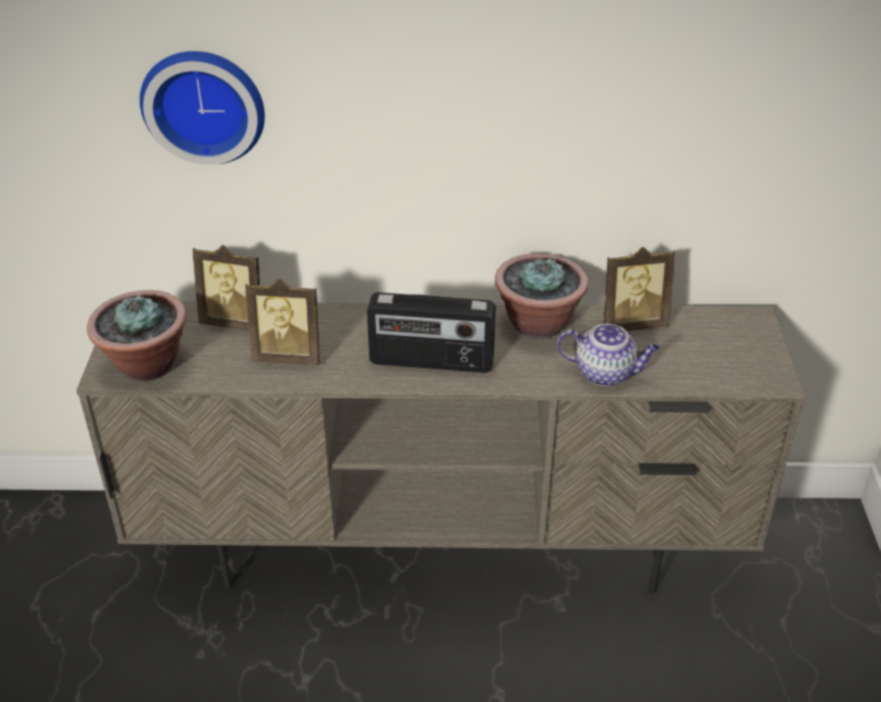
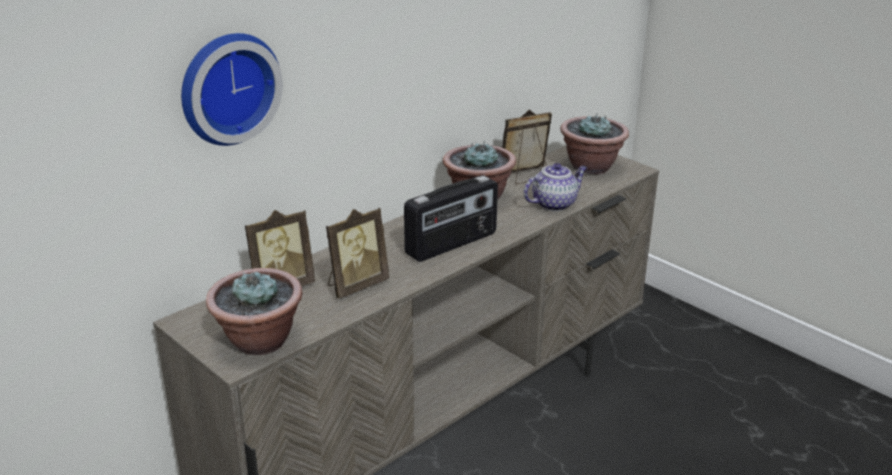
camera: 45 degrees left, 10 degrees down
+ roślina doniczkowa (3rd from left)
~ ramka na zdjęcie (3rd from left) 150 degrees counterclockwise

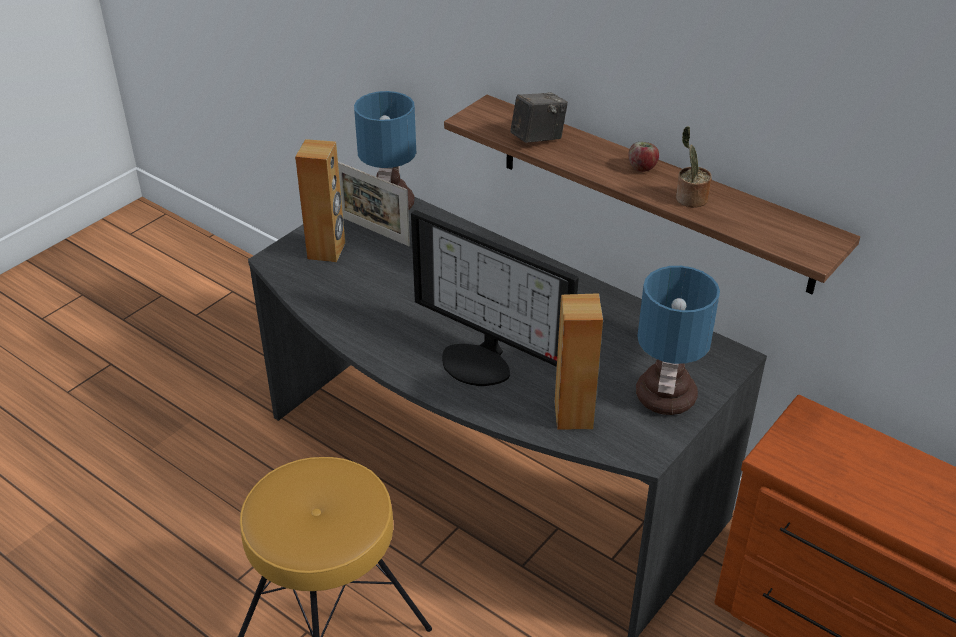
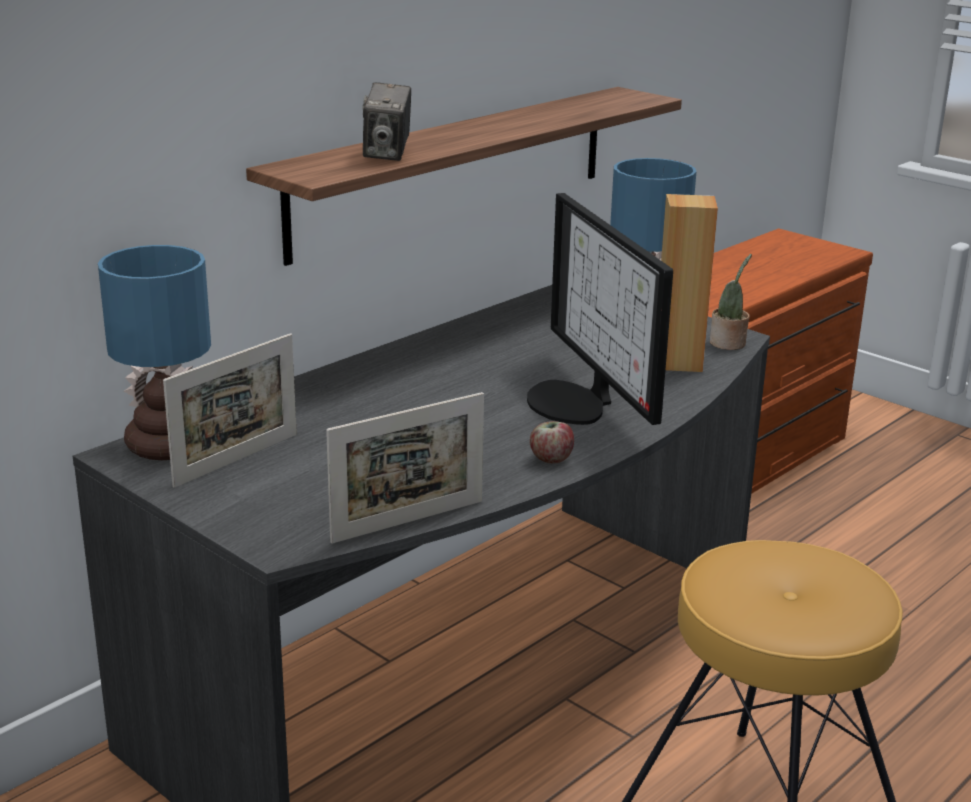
camera: 85 degrees left, 15 degrees down
- głośnik/brązowy (1st from left)
+ ramka na zdjęcie (2nd from left)
~ jabłko
~ roślina doniczkowa
~ monitor 120 degrees clockwise
~ aparat fotograficzny 150 degrees counterclockwise

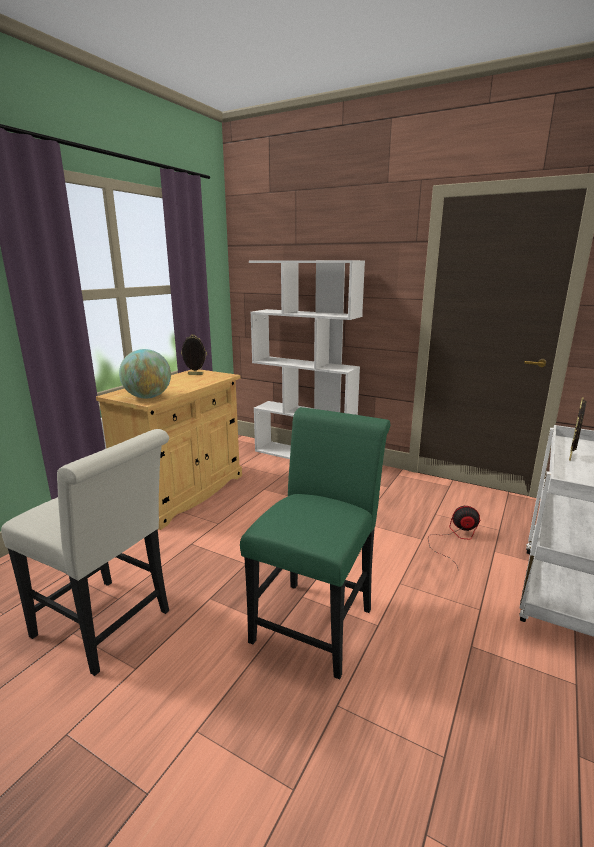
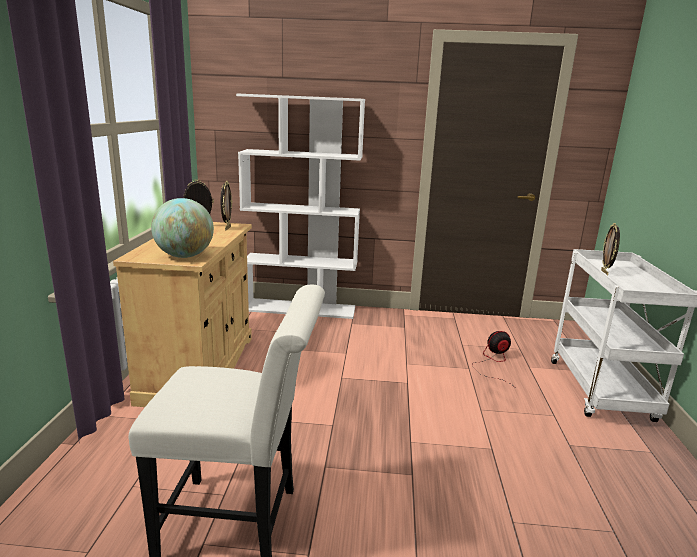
camera: 25 degrees left, 0 degrees up
- krzesło/zielony
+ ramka na zdjęcie (2nd from left)

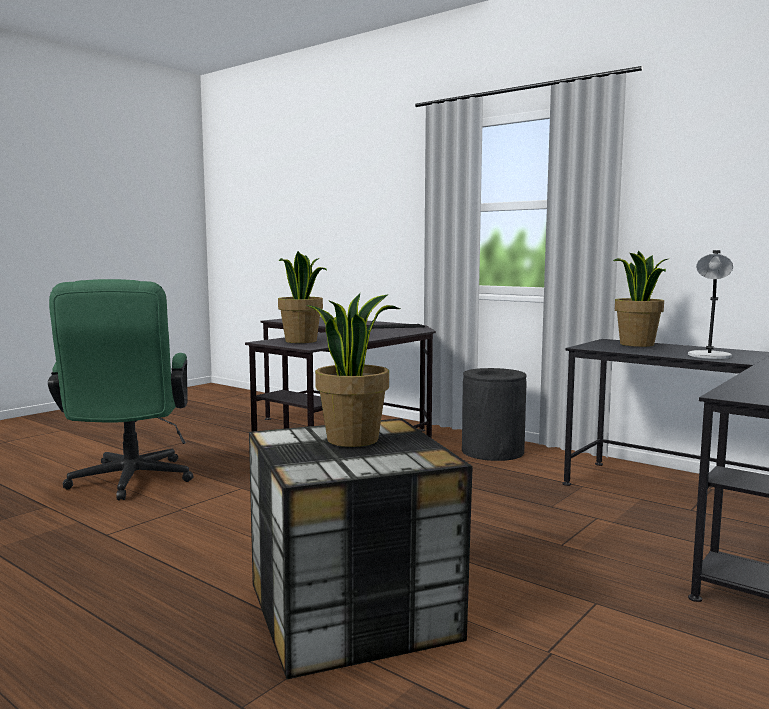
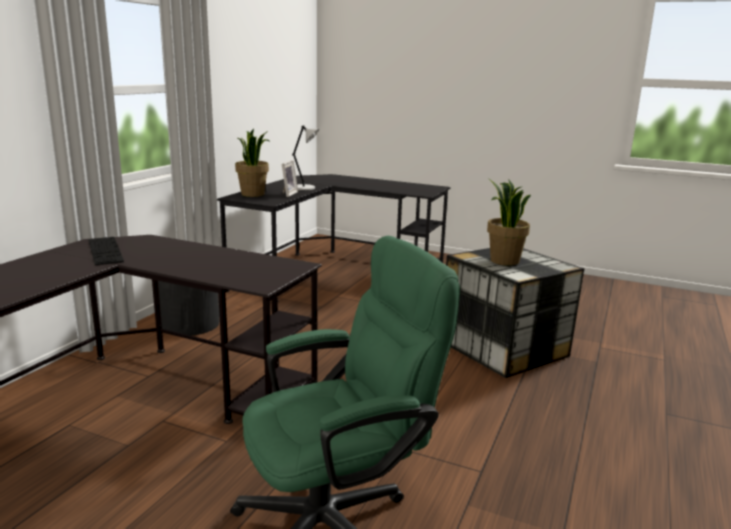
camera: 105 degrees left, 10 degrees up
- roślina doniczkowa (1st from left)
+ ramka na zdjęcie

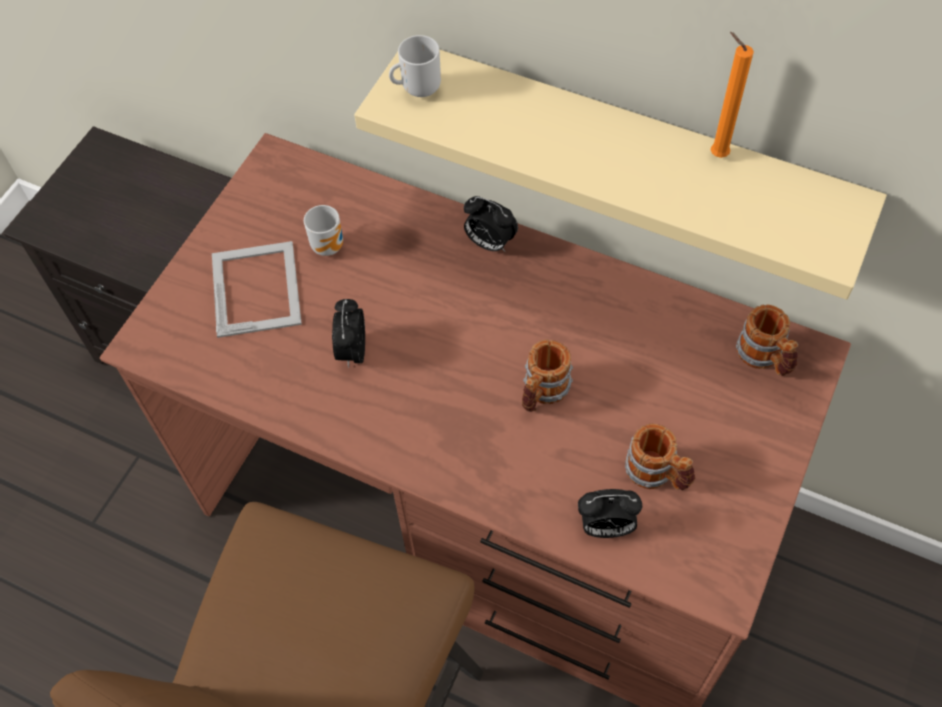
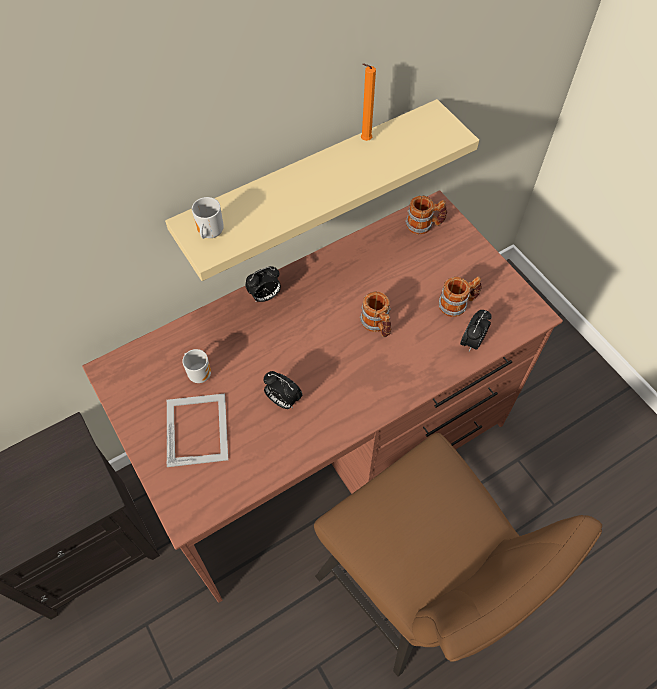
camera: 60 degrees left, 0 degrees up
~ ramka na zdjęcie 60 degrees clockwise

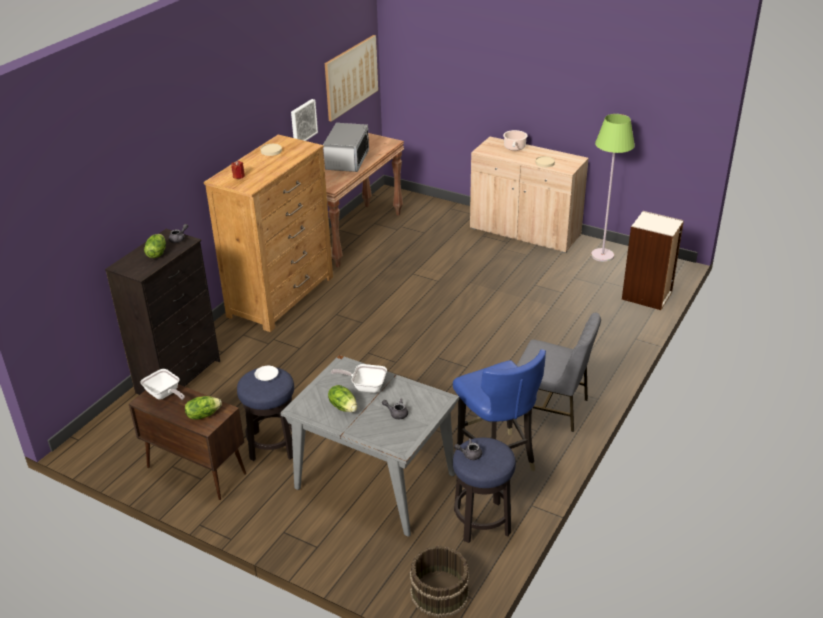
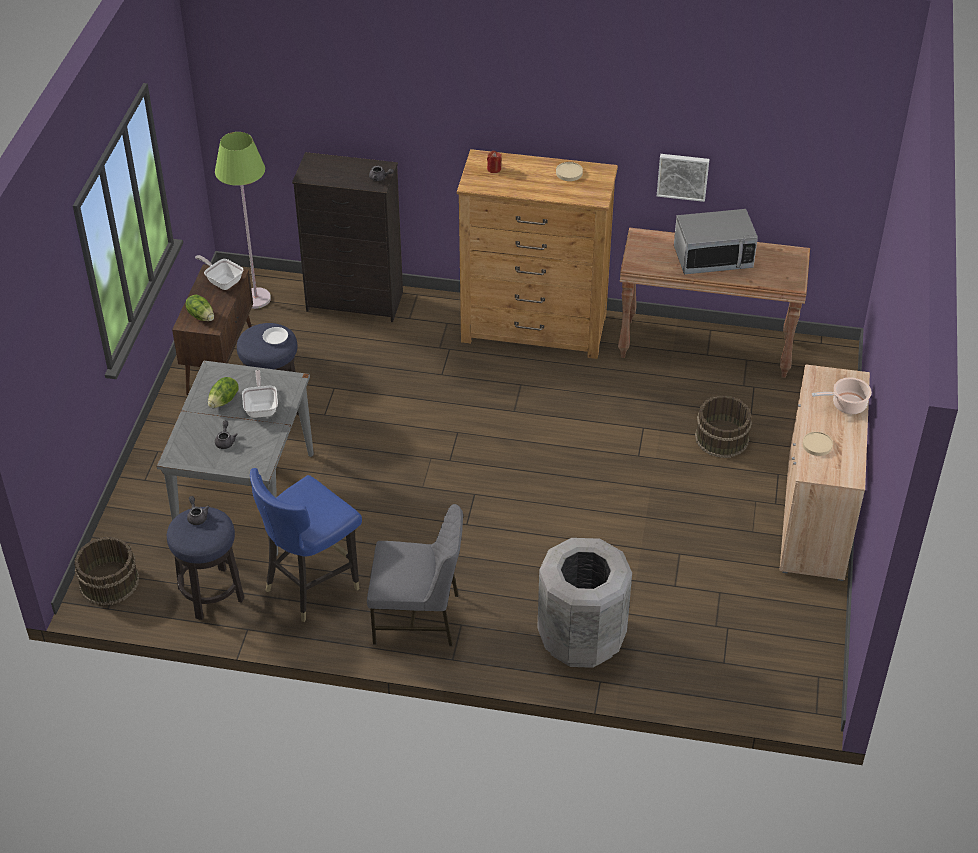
camera: 70 degrees right, 10 degrees up
- sałata (1st from left)
- obraz (2nd from left)
- regał
+ kosz na śmieci/szary
+ wiadro/brązowy (2nd from left)
~ lampa stojąca/zielony
~ patelnia (1st from left) 105 degrees clockwise
~ krzesło/szary 90 degrees counterclockwise

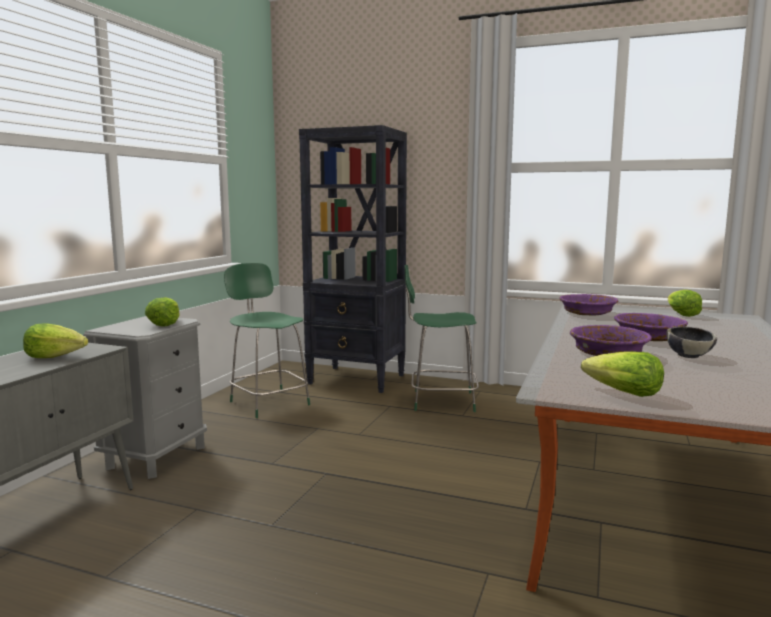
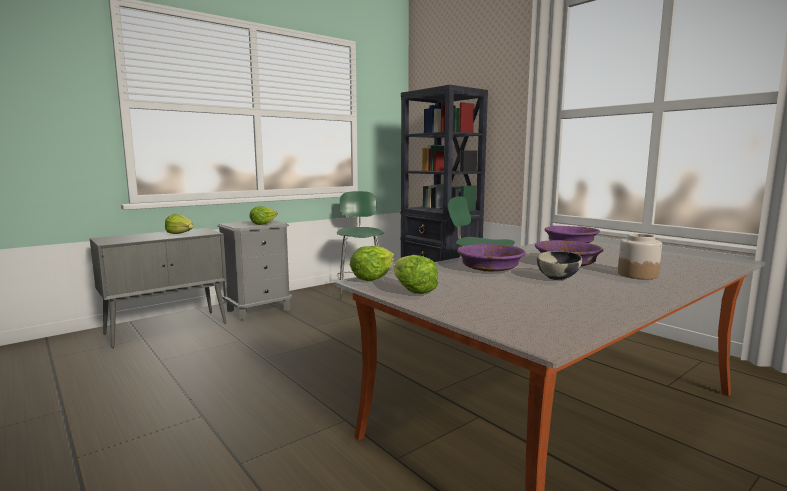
camera: 30 degrees right, 0 degrees up
+ słoik
~ sałata (4th from left in the first image) to sałata (3rd from left)

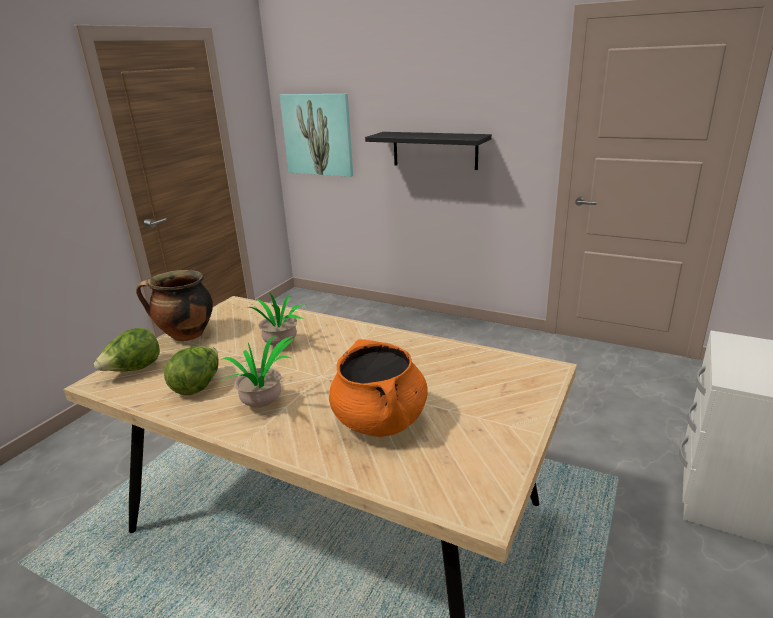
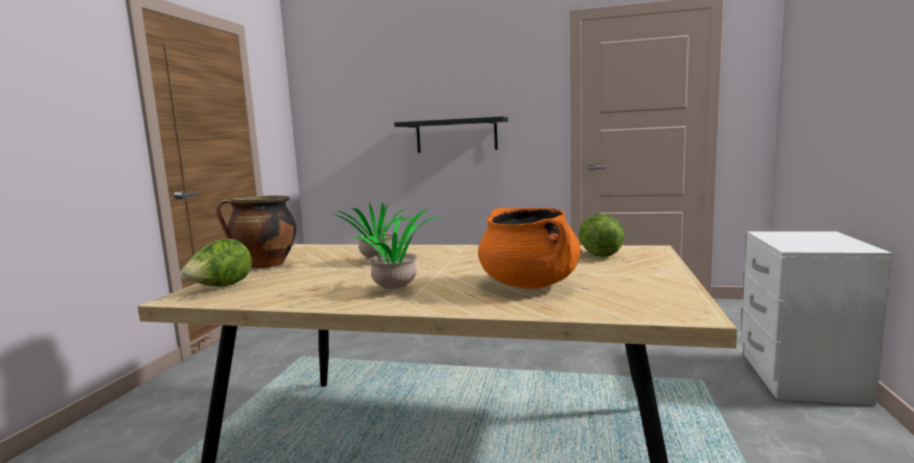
camera: 15 degrees left, 15 degrees down
- obraz
~ sałata (2nd from left)

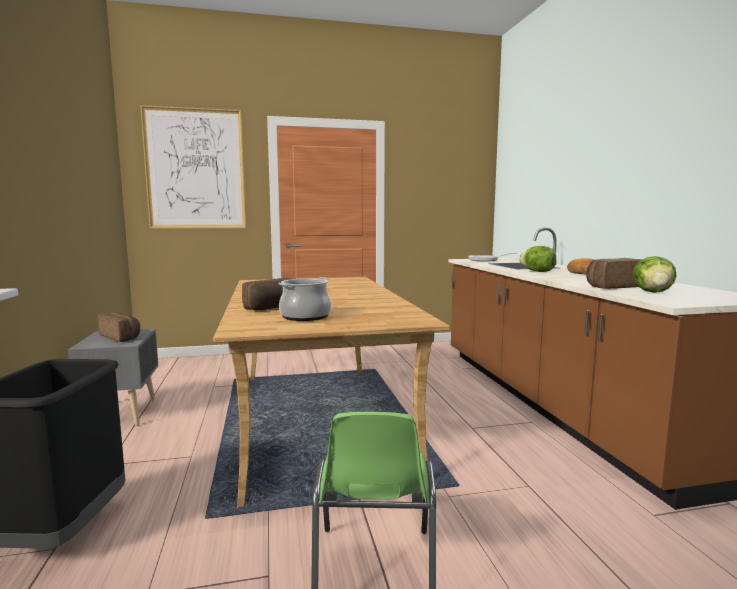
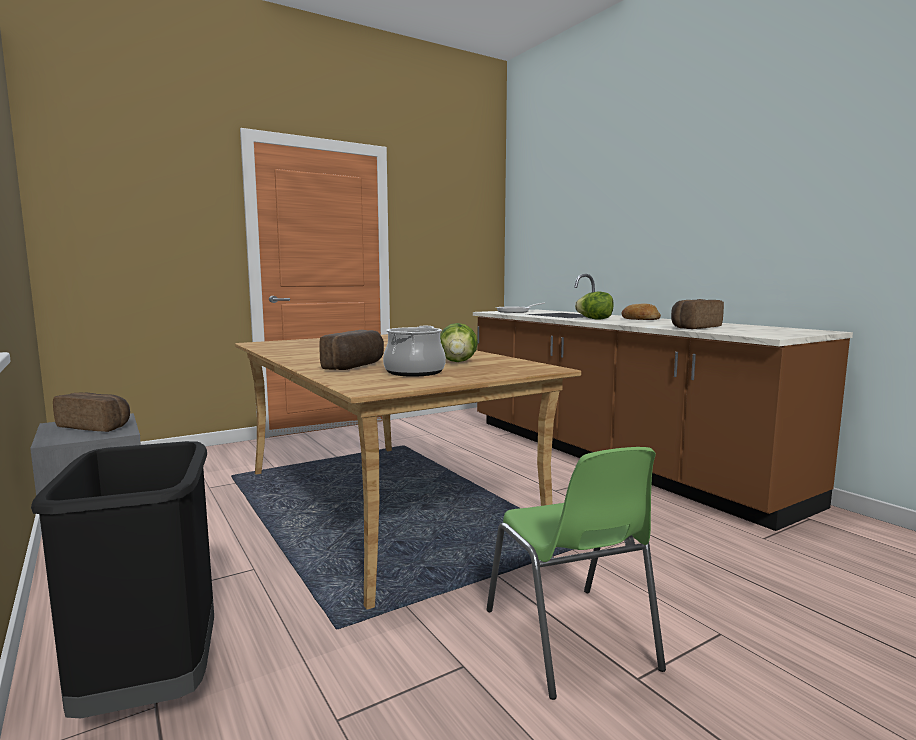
camera: 20 degrees left, 0 degrees up
- obraz
~ sałata (2nd from left in the first image) to sałata (1st from left)

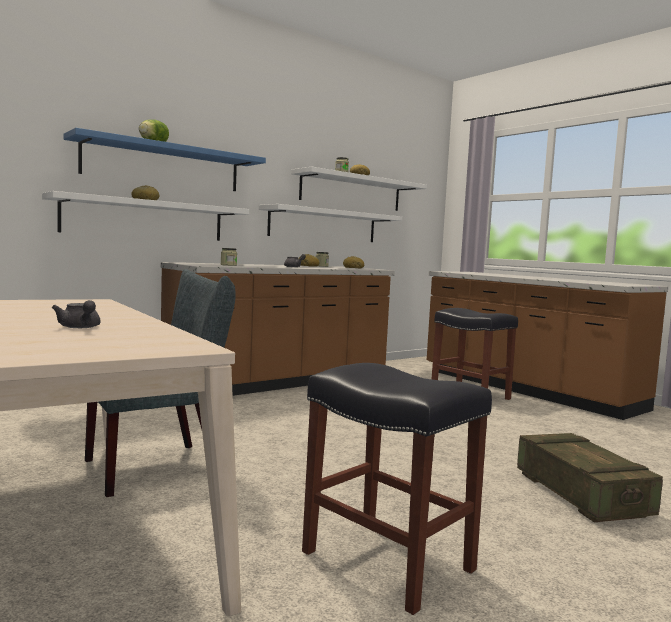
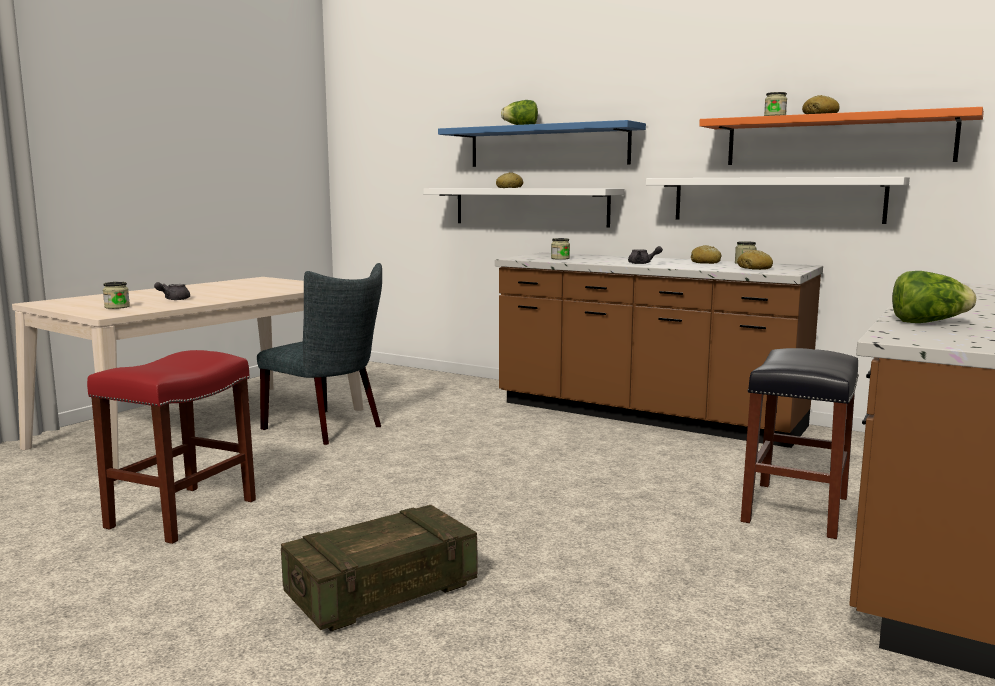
camera: 70 degrees right, 5 degrees up
+ słoik (1st from left)
+ sałata (2nd from left)
~ półka/biały (3rd from left) to półka/pomarańczowy
~ stołek/czarny (1st from left) to stołek/czerwony

